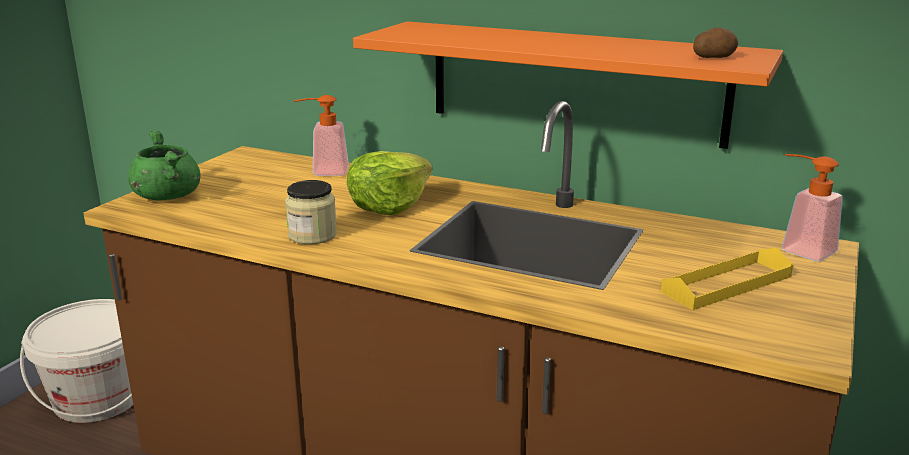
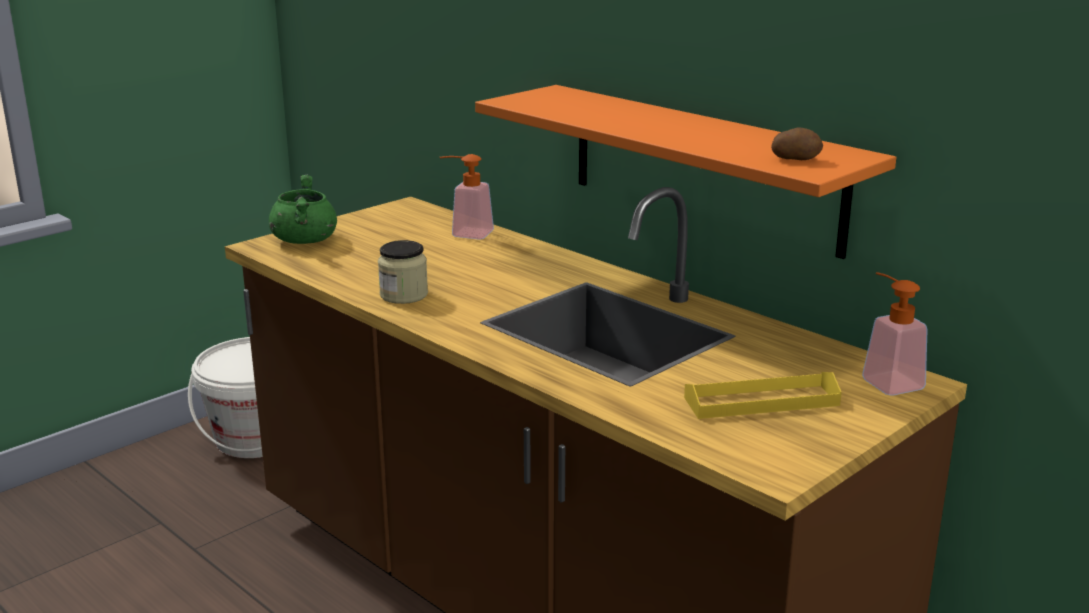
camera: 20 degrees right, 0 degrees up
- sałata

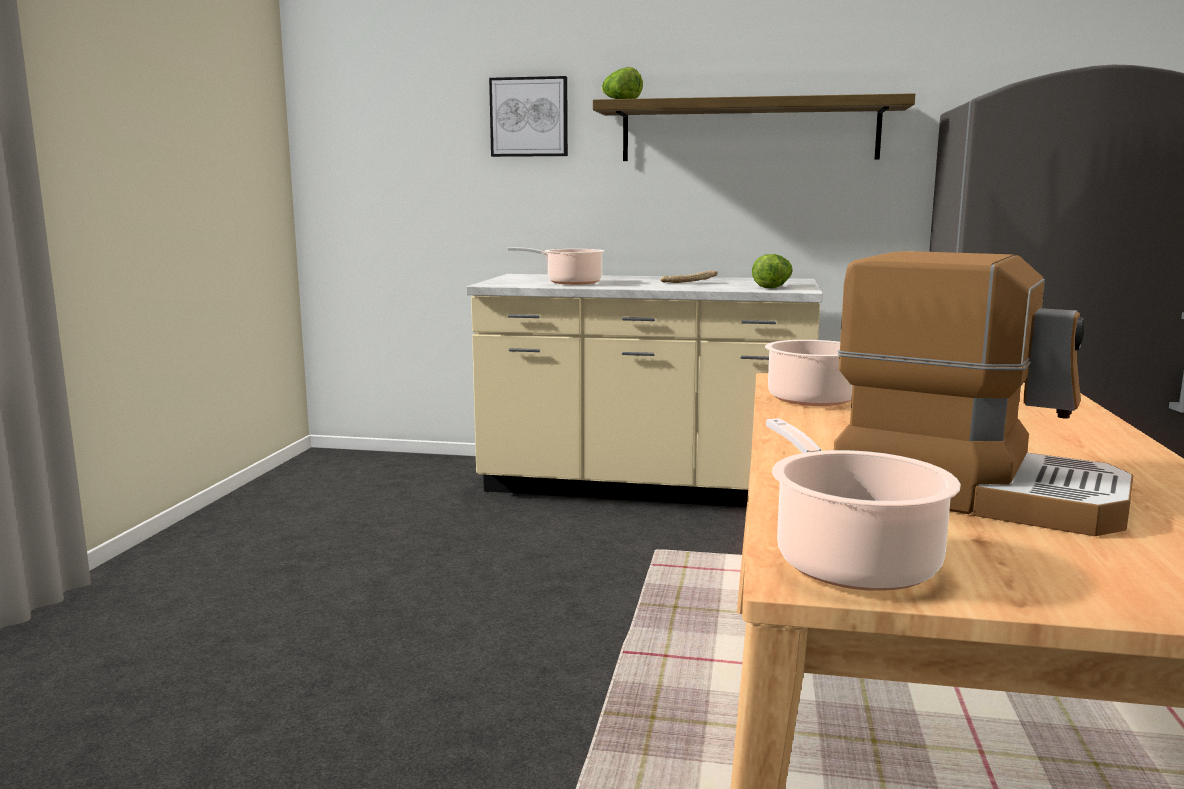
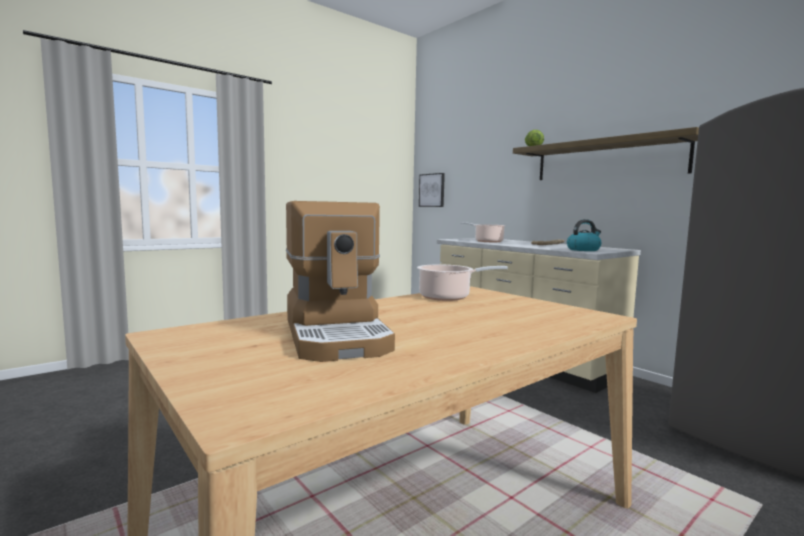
camera: 40 degrees right, 5 degrees down
- garnek (3rd from left)
~ obraz
~ sałata (2nd from left) to czajnik

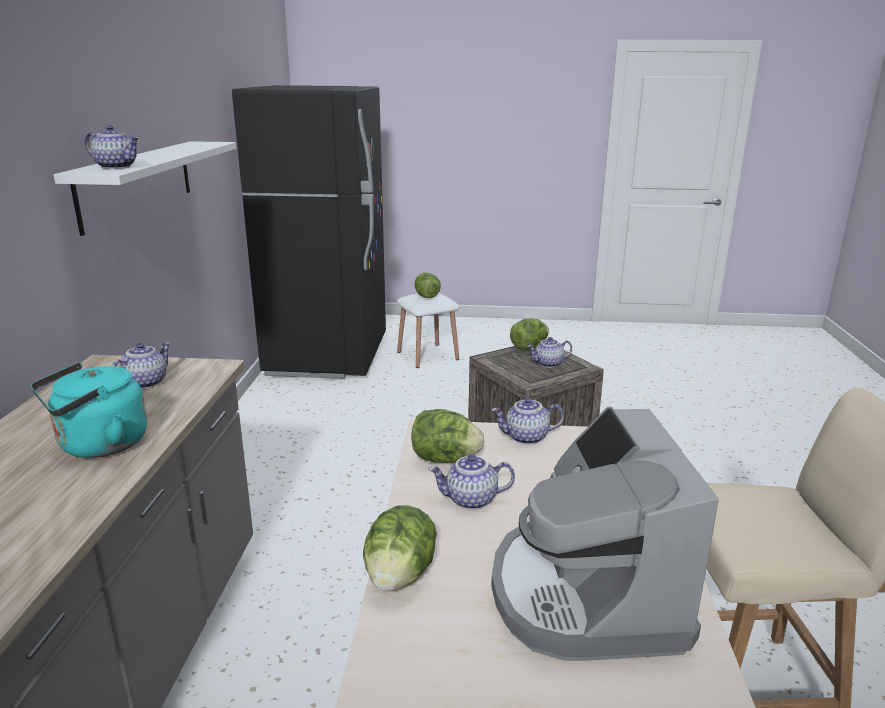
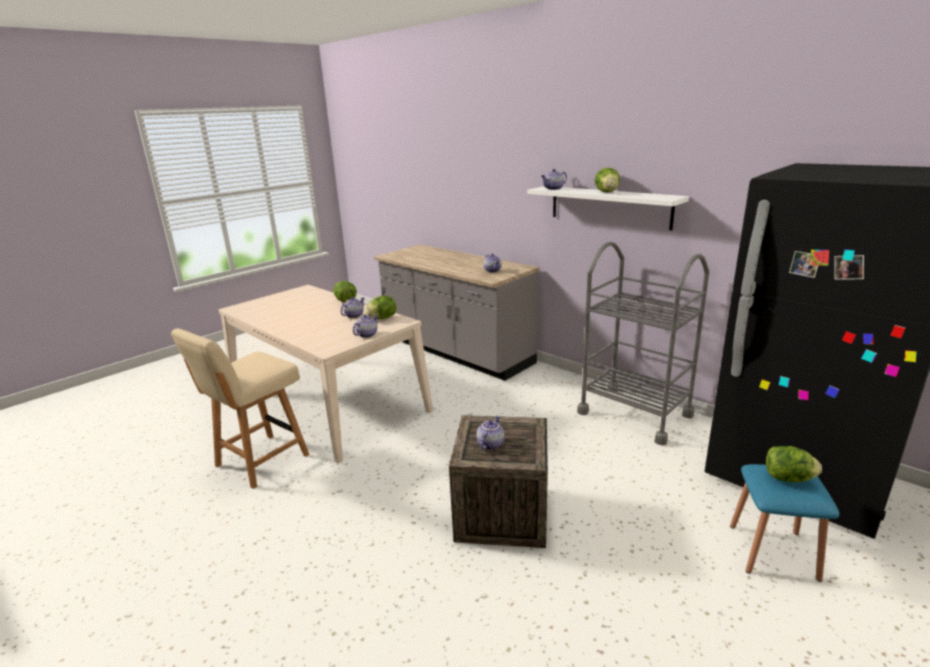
camera: 130 degrees right, 0 degrees up
- czajnik/turkusowy
- ekspres do kawy
+ wózek/szary
~ sałata (4th from left in the first image) to sałata (3rd from left)
~ stołek/biały to stołek/niebieski

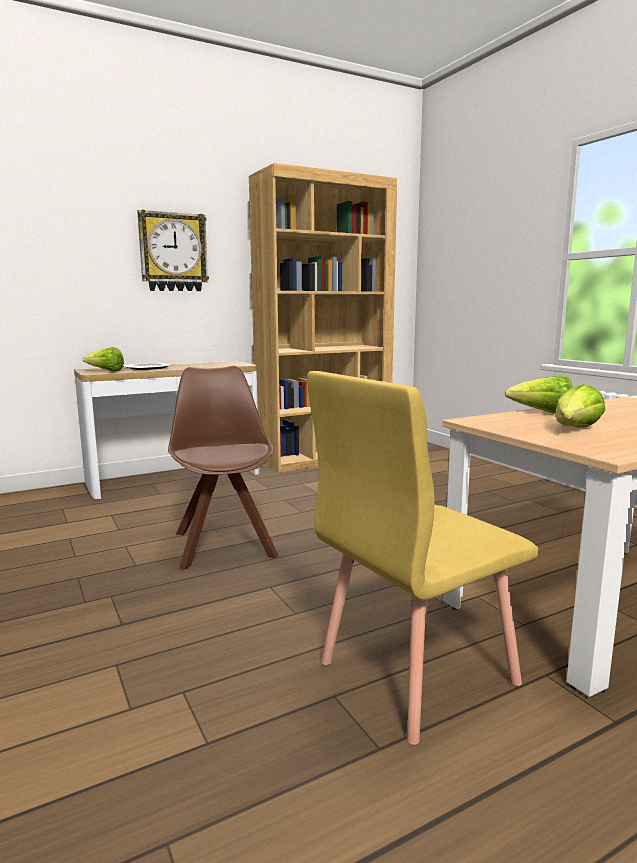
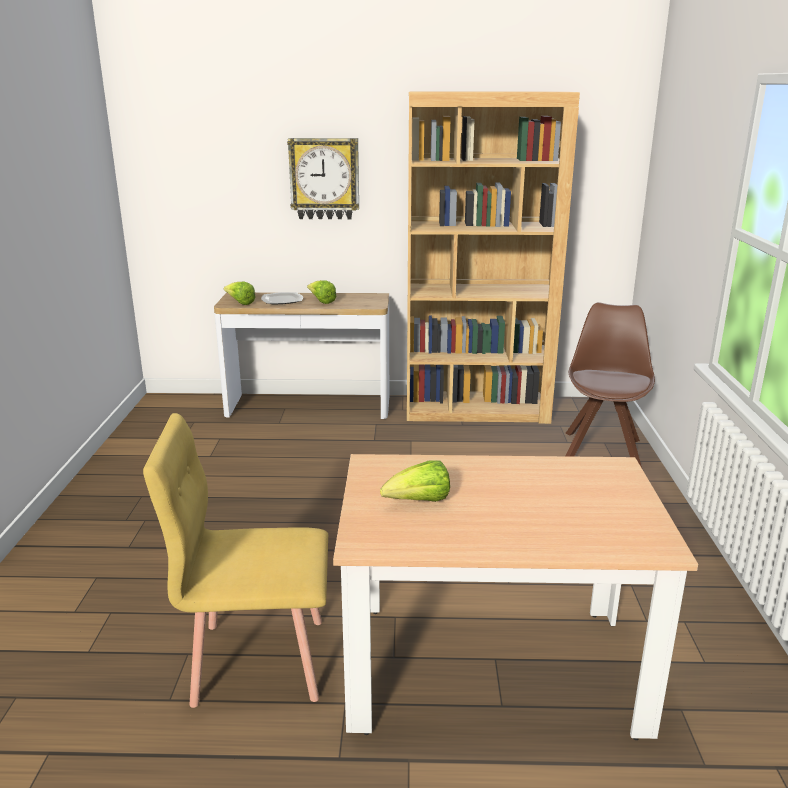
camera: 30 degrees right, 10 degrees up
~ krzesło/brązowy
~ sałata (2nd from left)

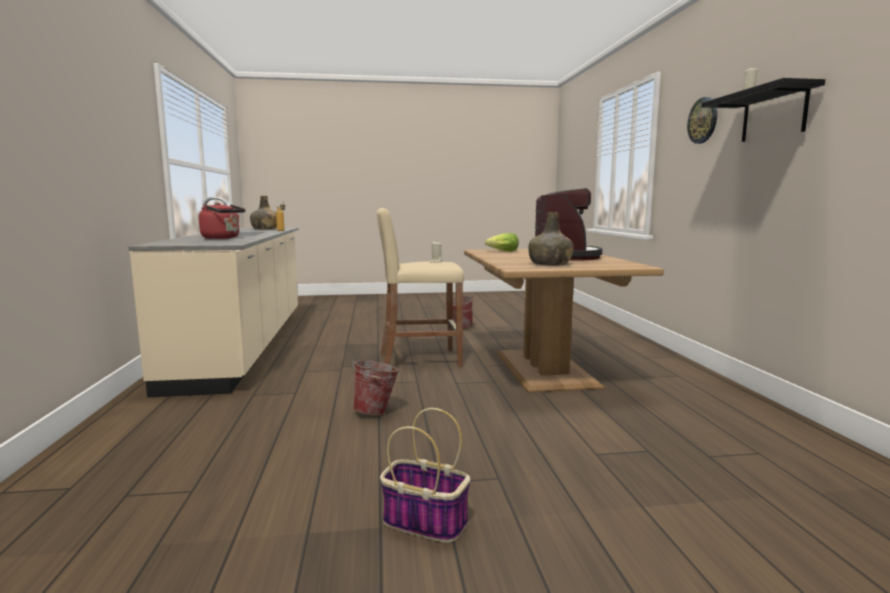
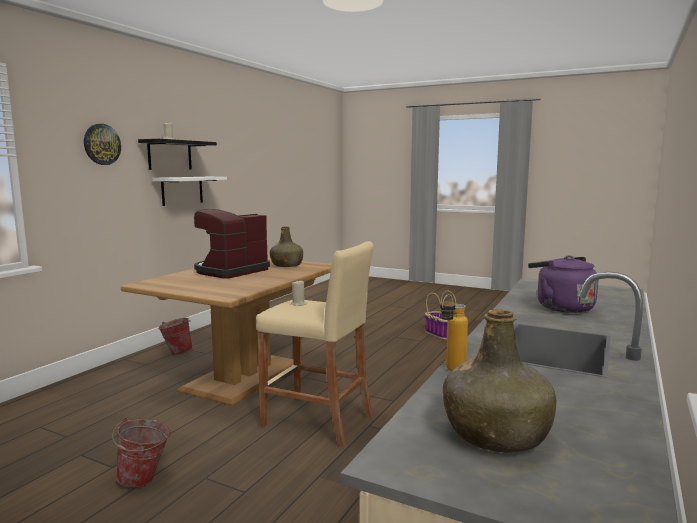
camera: 145 degrees left, 0 degrees up
- sałata
+ półka/biały
~ wiadro (1st from left in the first image) to wiadro (2nd from left)
~ czajnik/czerwony to czajnik/fioletowy

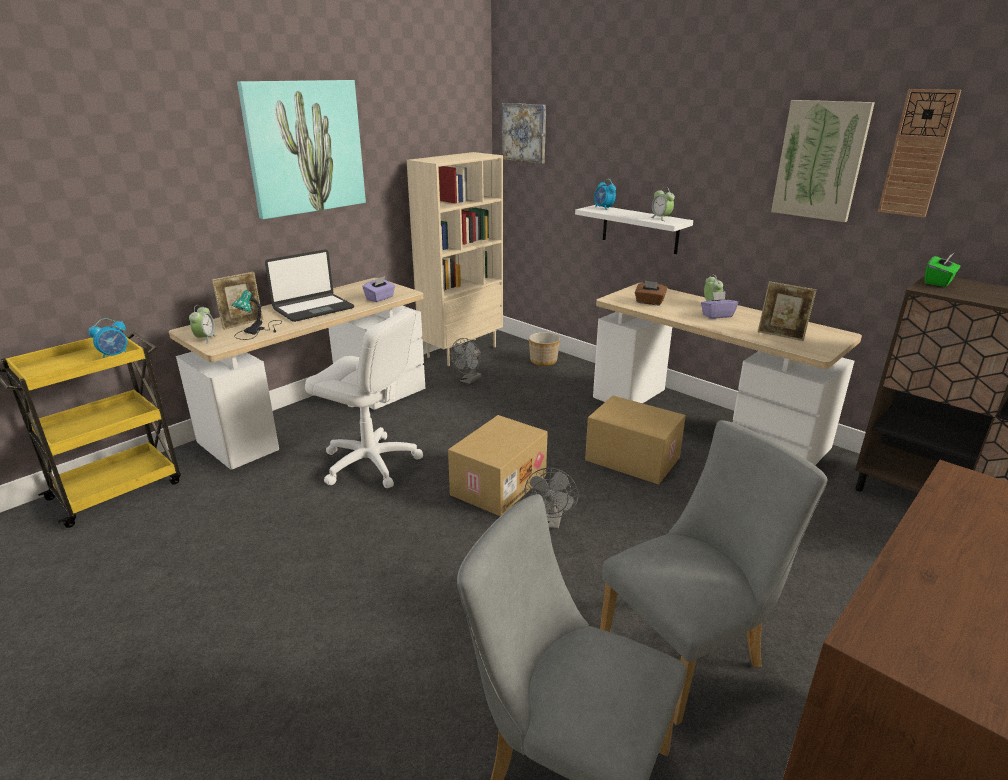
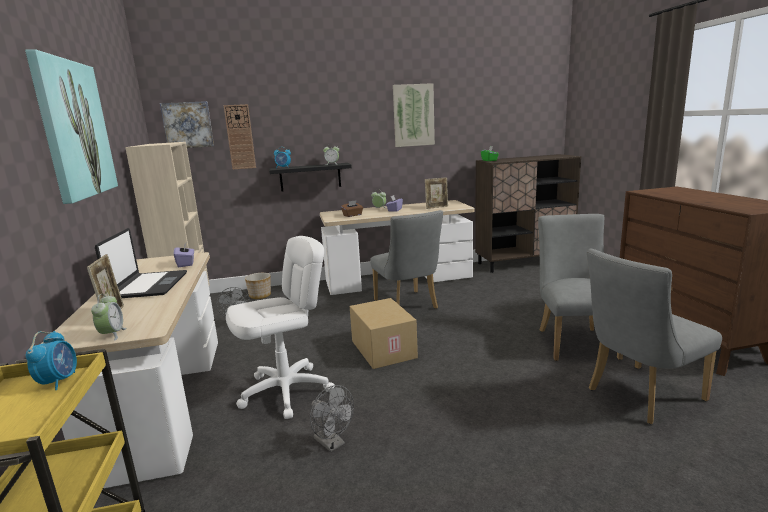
camera: 55 degrees left, 10 degrees down
- lampa stołowa
~ wentylator/szary (2nd from left)
~ zegar ścienny
~ karton (2nd from left) to krzesło/szary (1st from left)
~ półka/biały to półka/czarny
~ budzik (2nd from left) 45 degrees clockwise

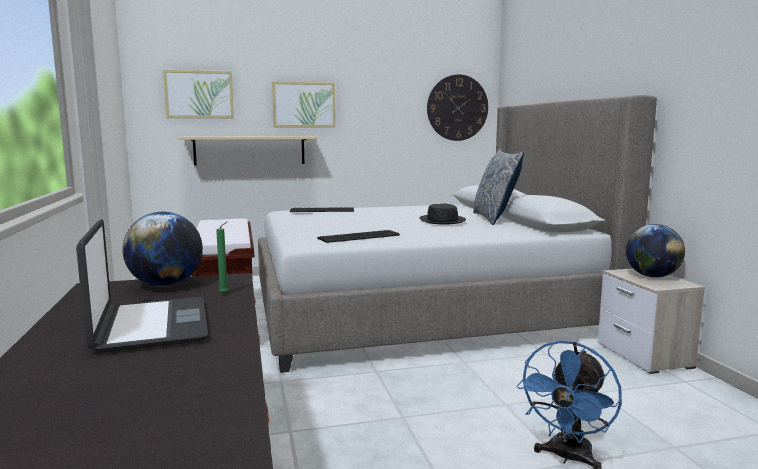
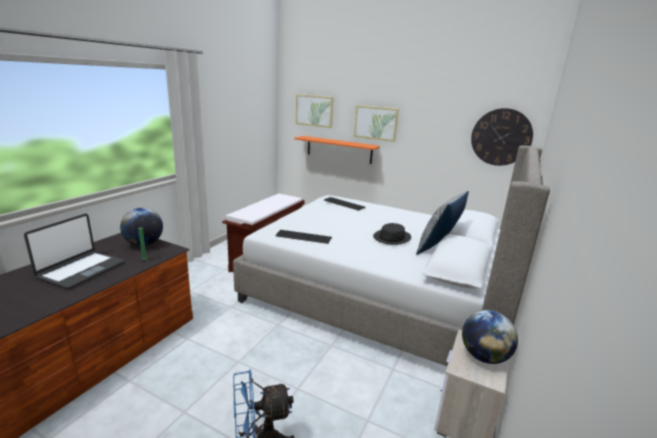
camera: 40 degrees right, 10 degrees up
~ półka/beżowy to półka/pomarańczowy

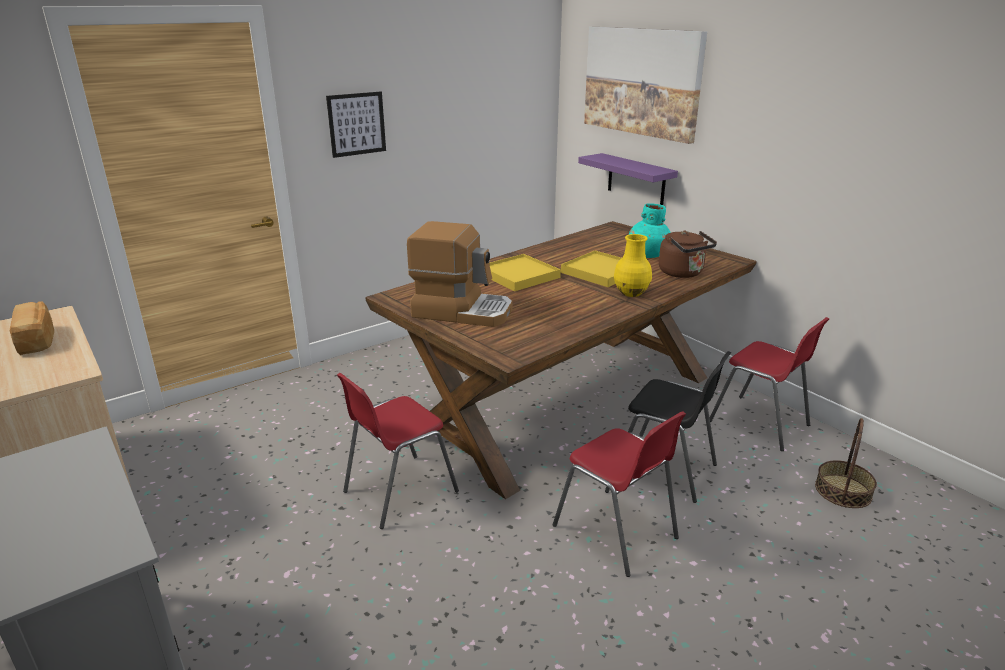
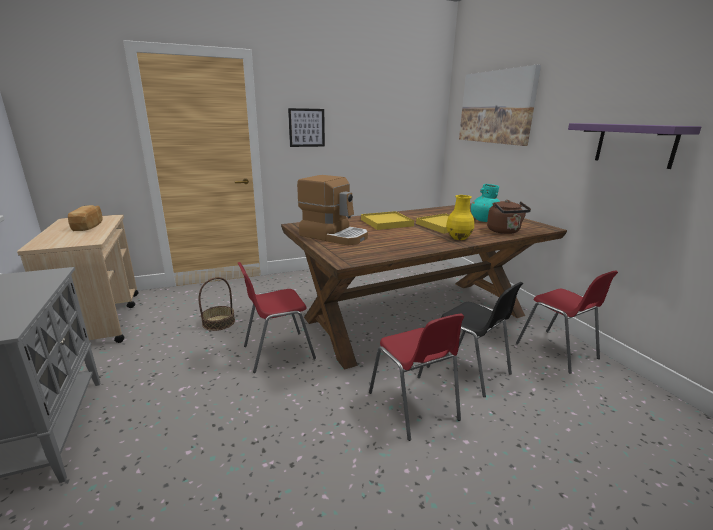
camera: 15 degrees right, 5 degrees down
~ półka/fioletowy
~ koszyk

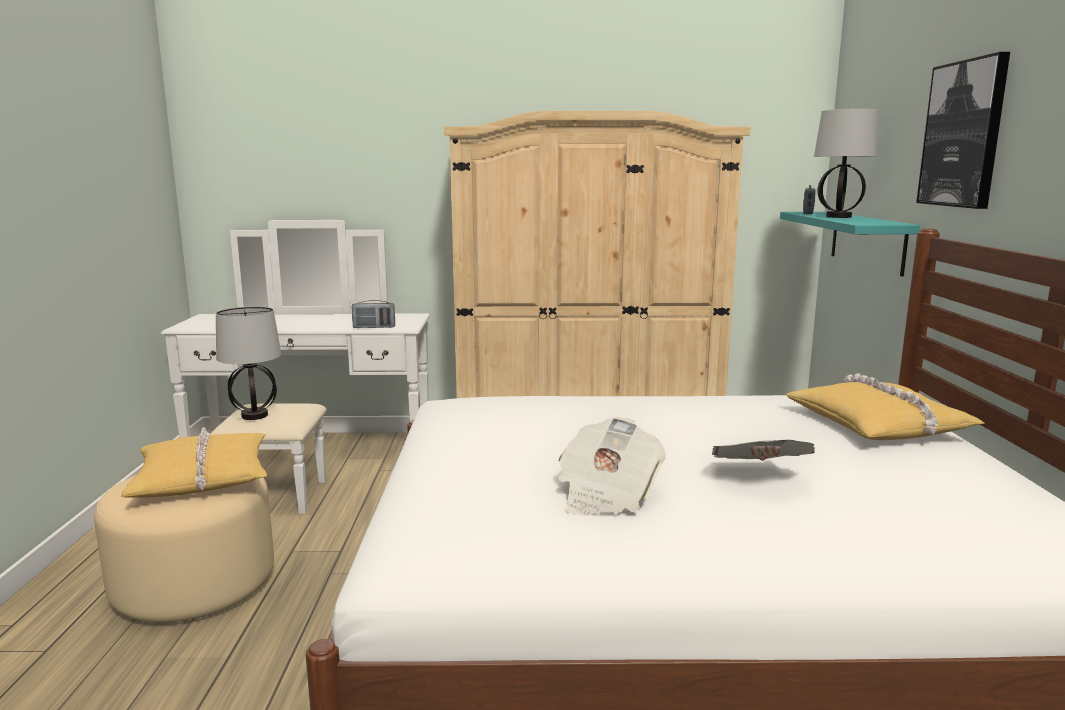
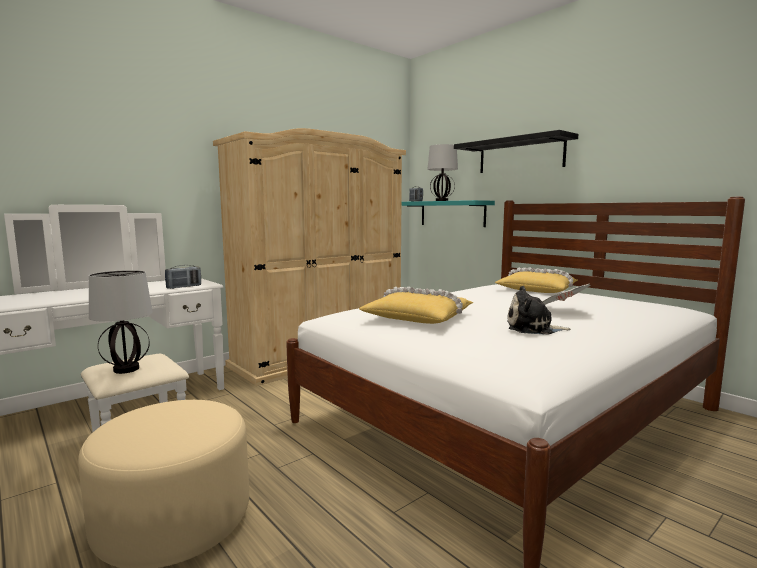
camera: 40 degrees left, 5 degrees down
~ poduszka/żółty (1st from left)
~ gazeta (1st from left) to pluszak
~ obraz to półka/czarny

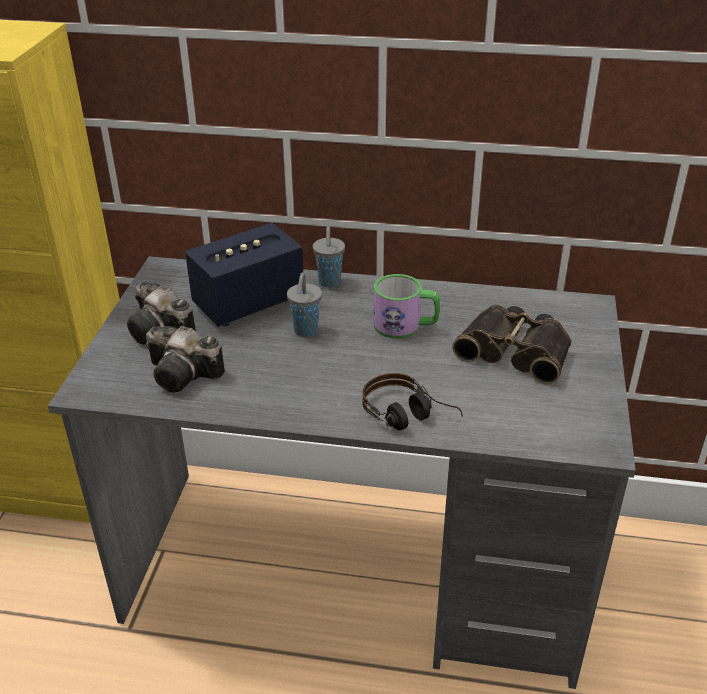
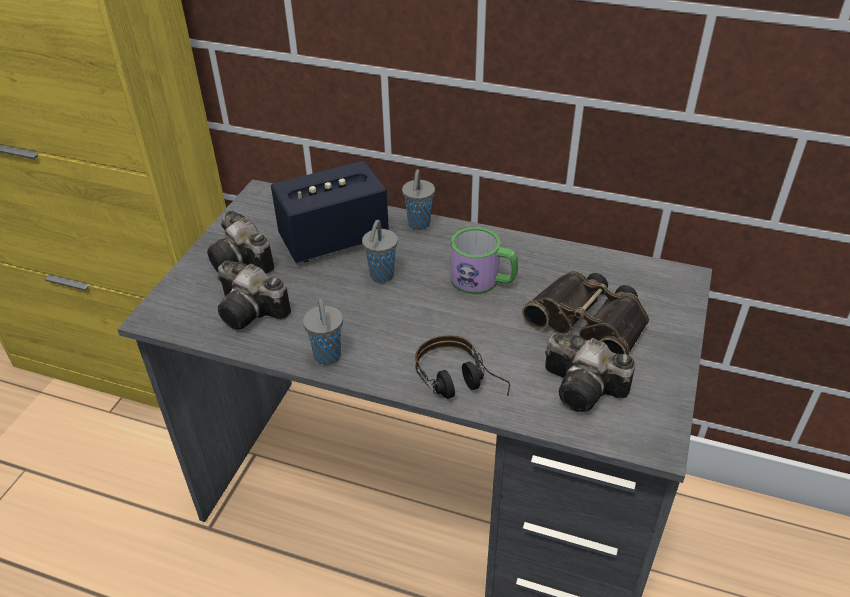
camera: 10 degrees right, 5 degrees up
+ filiżanka/szary (1st from left)
+ aparat fotograficzny (3rd from left)

